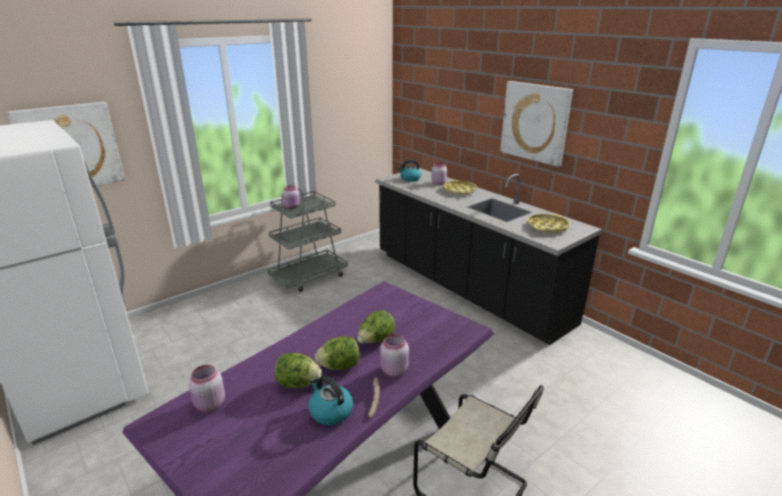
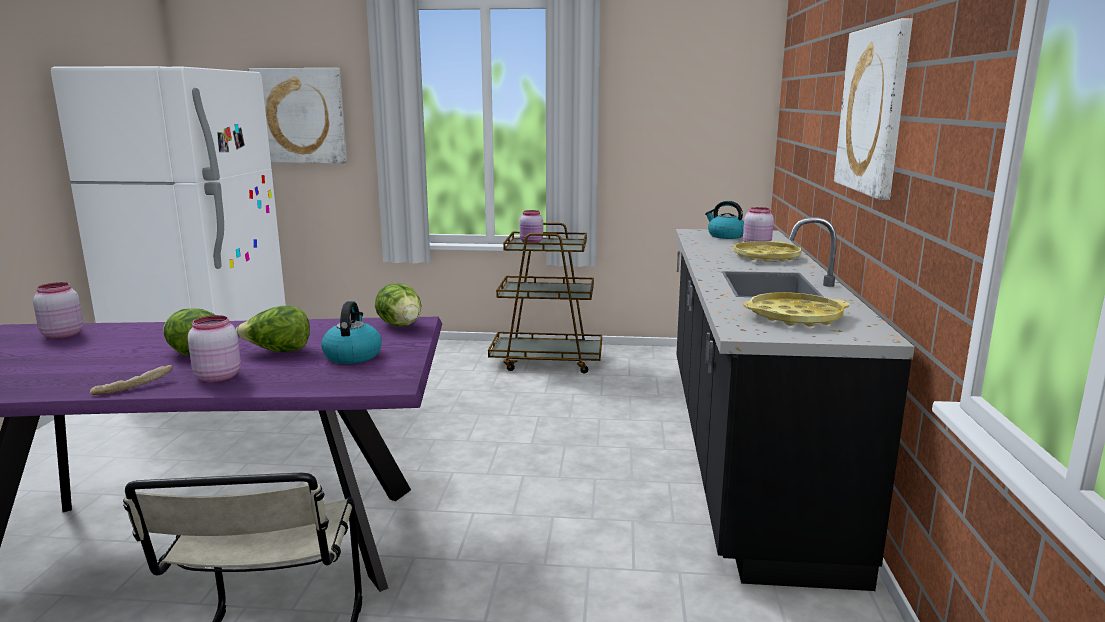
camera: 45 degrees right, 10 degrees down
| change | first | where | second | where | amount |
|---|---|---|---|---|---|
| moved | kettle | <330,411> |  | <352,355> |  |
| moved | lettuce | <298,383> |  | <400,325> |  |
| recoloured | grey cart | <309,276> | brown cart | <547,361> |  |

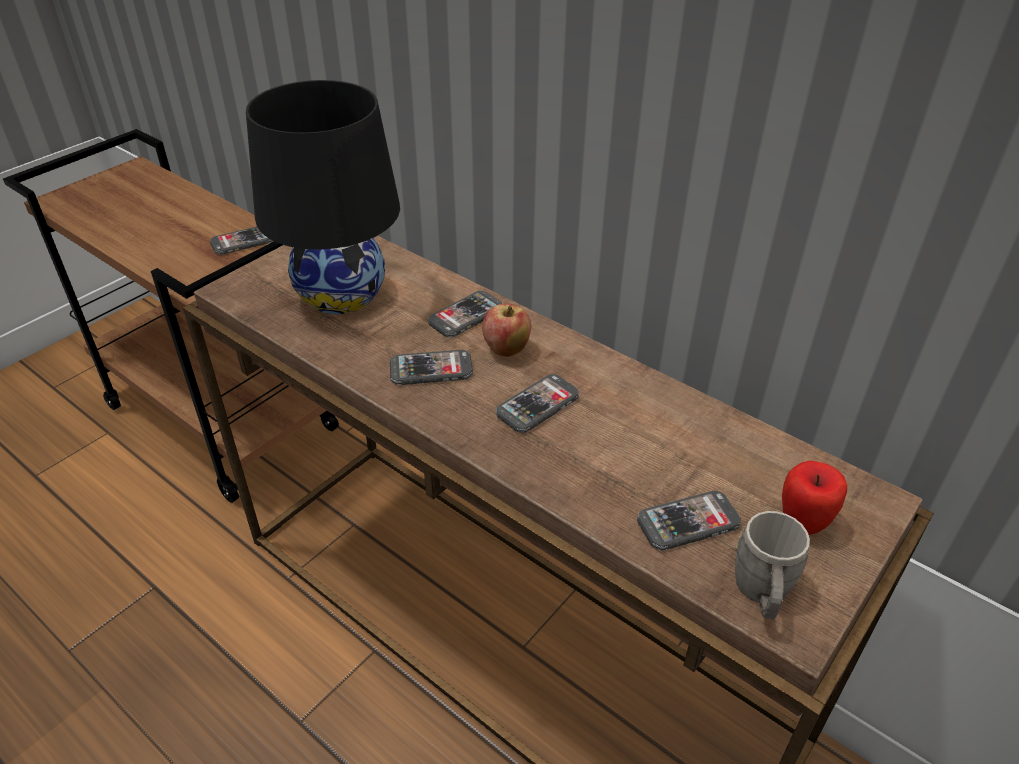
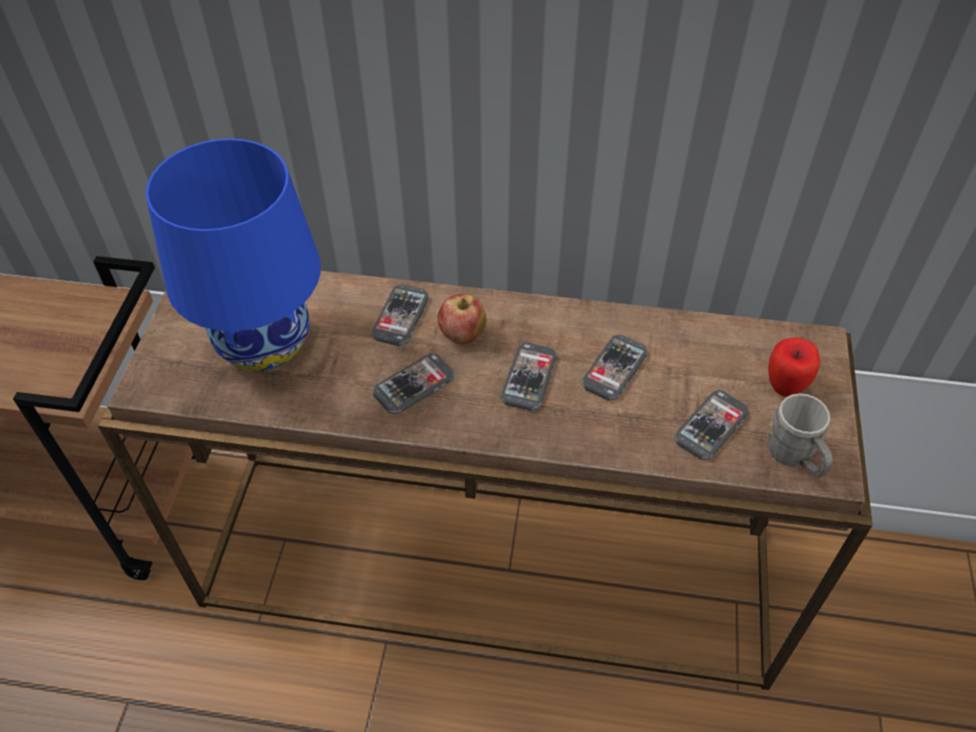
camera: 30 degrees left, 10 degrees up
| change | first | where | second | where | amount |
|---|---|---|---|---|---|
| recoloured | black table lamp | <341,294> | blue table lamp | <264,343> |  |
| moved | phone | <243,242> |  | <614,369> |  |

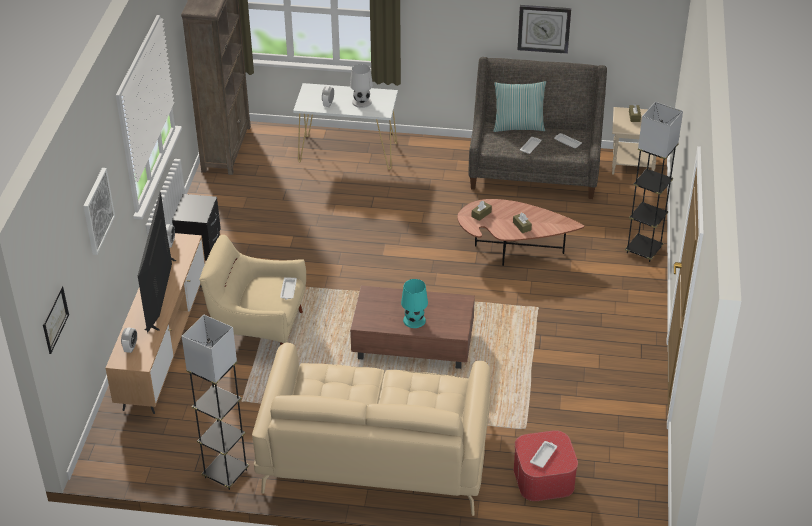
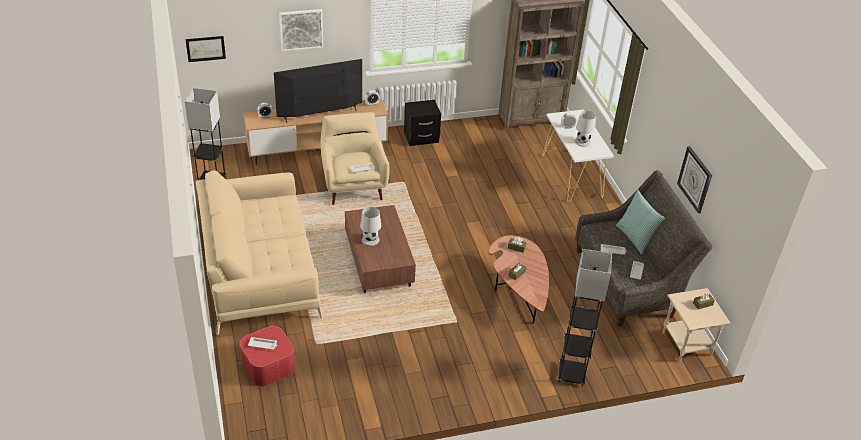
camera: 65 degrees right, 0 degrees up
| change | first | where | second | where | amount |
|---|---|---|---|---|---|
| recoloured | turquoise table lamp | <414,320> | white table lamp | <370,239> |  |

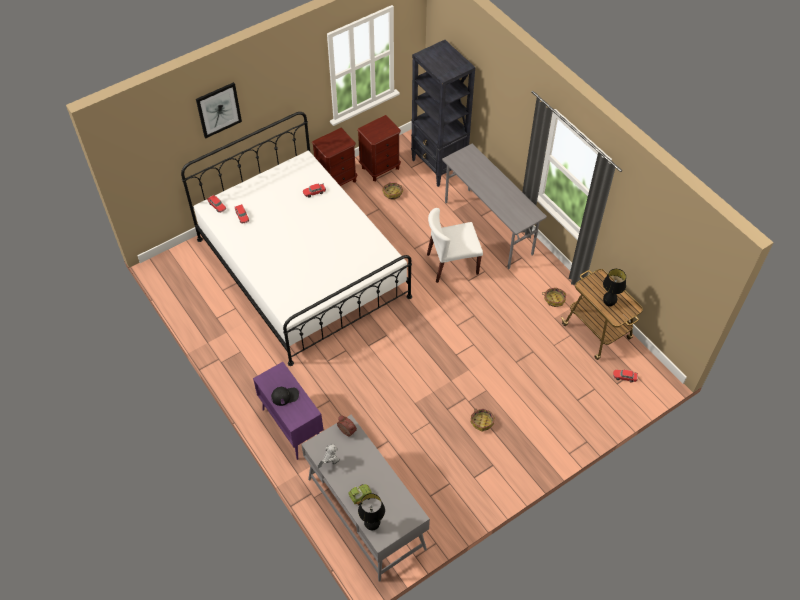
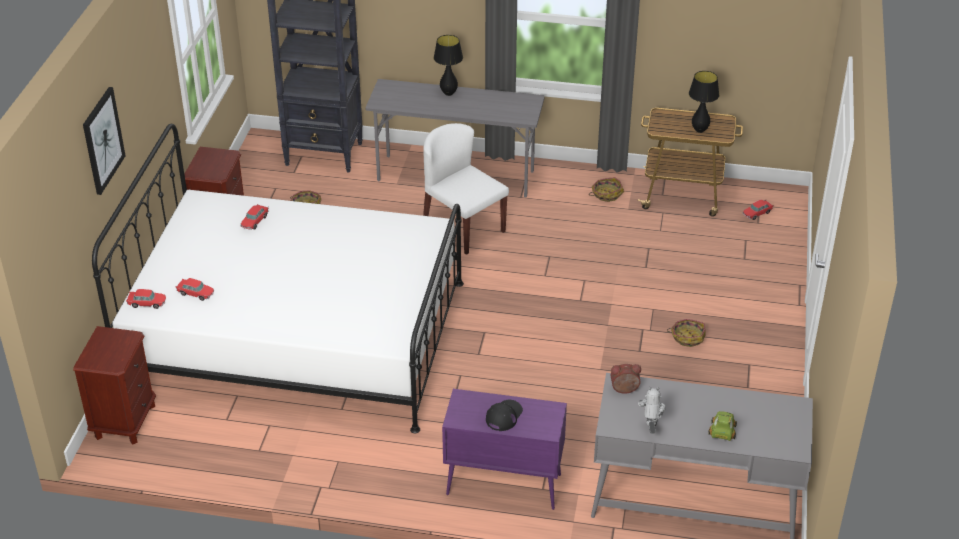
camera: 45 degrees left, 15 degrees down
| change | first | where | second | where | amount |
|---|---|---|---|---|---|
| moved | brown nightstand | <380,168> |  | <125,421> |  |
| turned | white chair | <452,264> |  | <463,228> | 105 degrees clockwise |
| moved | black table lamp | <372,525> |  | <448,93> |  |

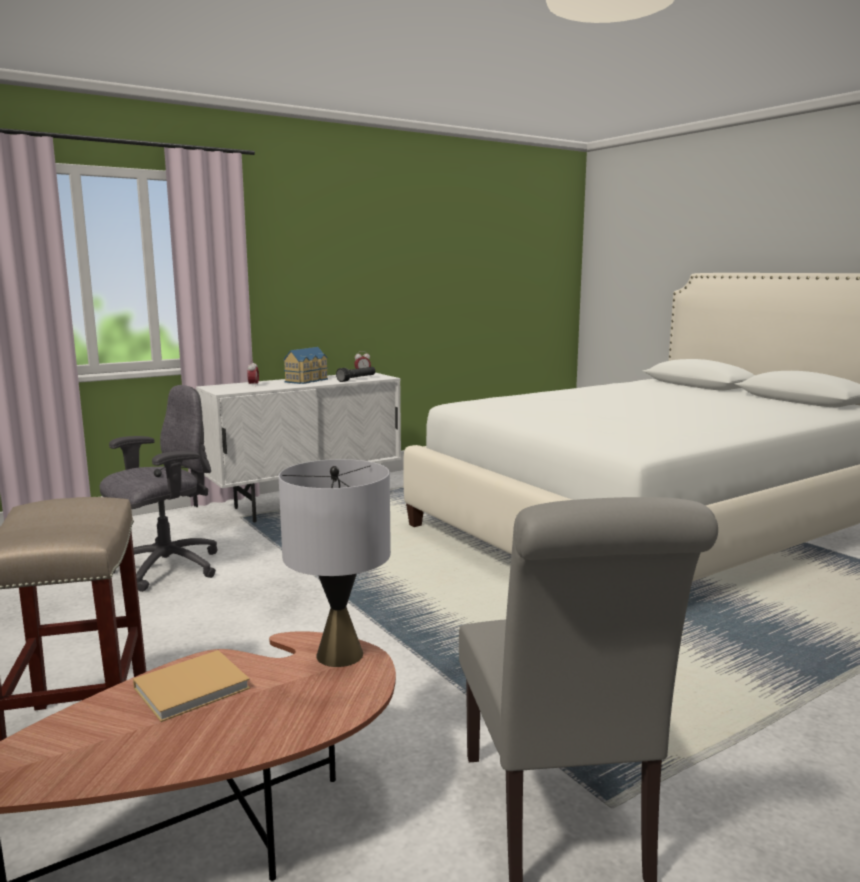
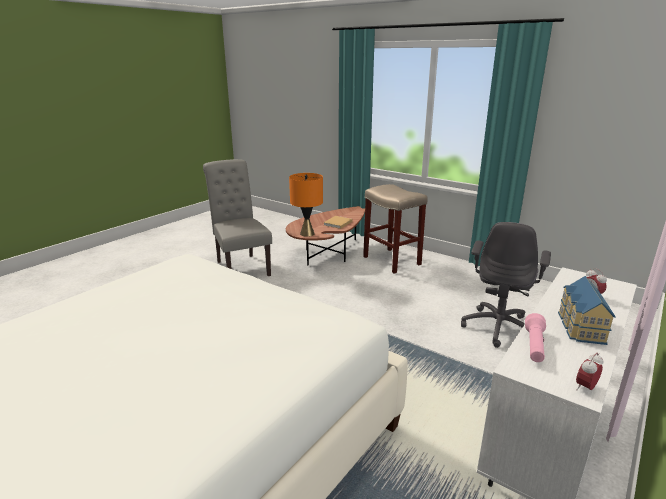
camera: 160 degrees right, 10 degrees up
| change | first | where | second | where | amount |
|---|---|---|---|---|---|
| recoloured | grey table lamp | <340,655> | orange table lamp | <307,233> |  |
| recoloured | black flashlight | <357,379> | pink flashlight | <534,346> |  |

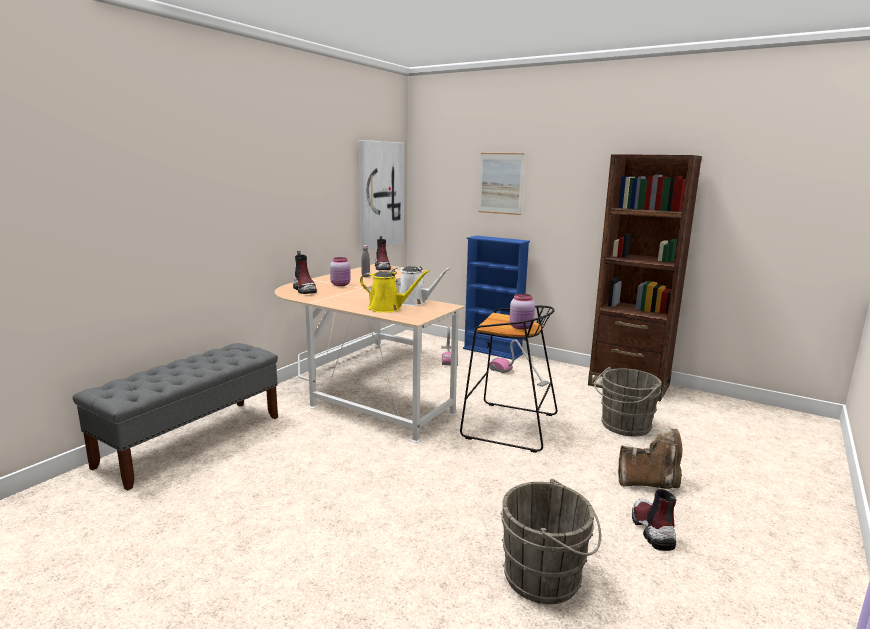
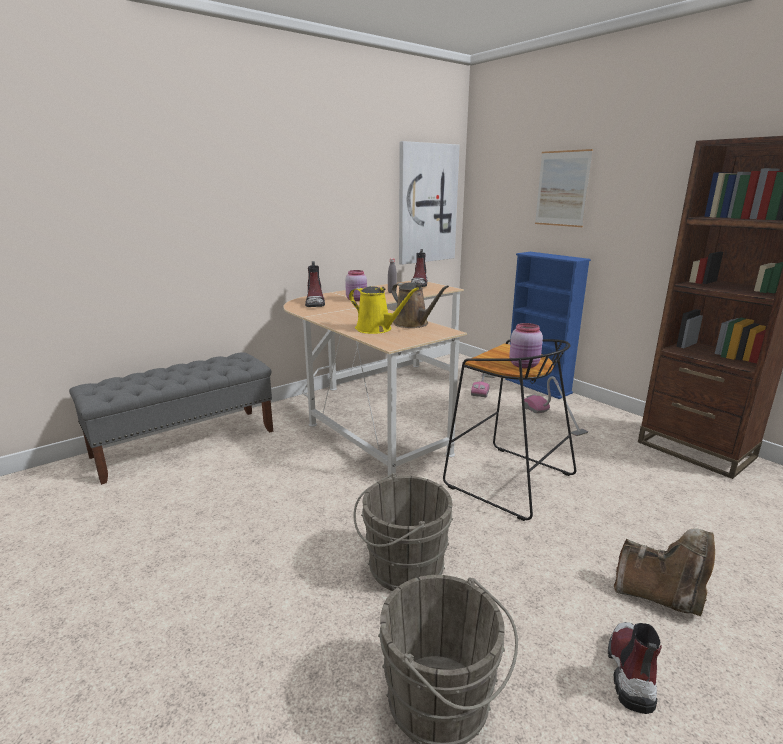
camera: 20 degrees right, 5 degrees up
| change | first | where | second | where | amount |
|---|---|---|---|---|---|
| moved | grey bucket | <623,426> |  | <401,568> |  |
| recoloured | white watering can | <414,302> | brown watering can | <413,324> |  |

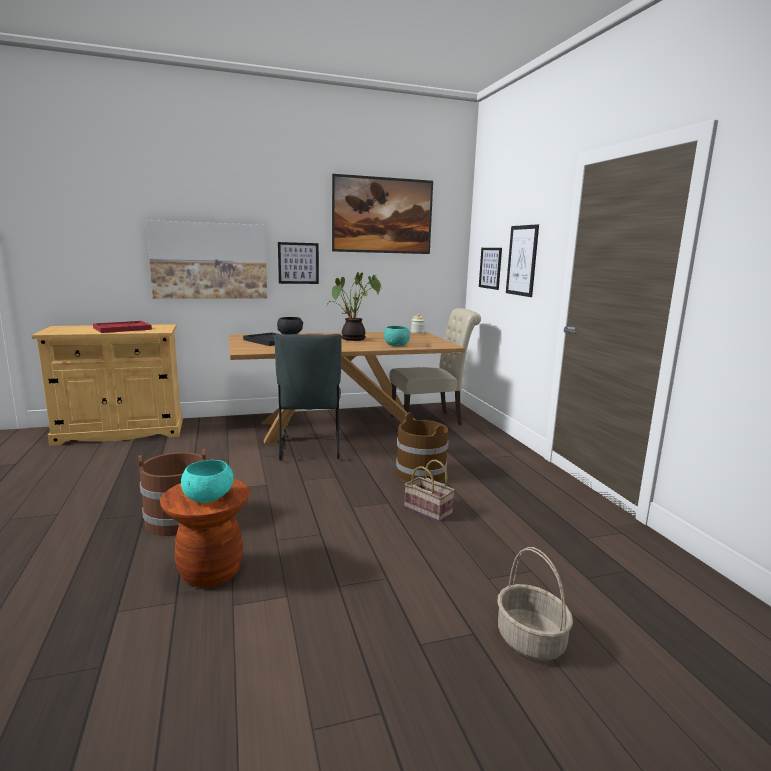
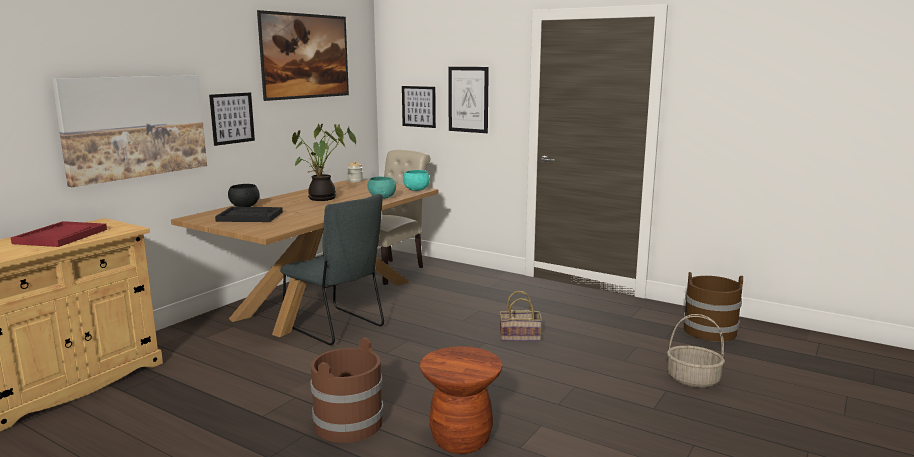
camera: 40 degrees left, 0 degrees up
| change | first | where | second | where | amount |
|---|---|---|---|---|---|
| moved | turquoise bowl | <209,498> |  | <416,190> |  |
| moved | brown bucket | <421,474> |  | <710,331> |  |

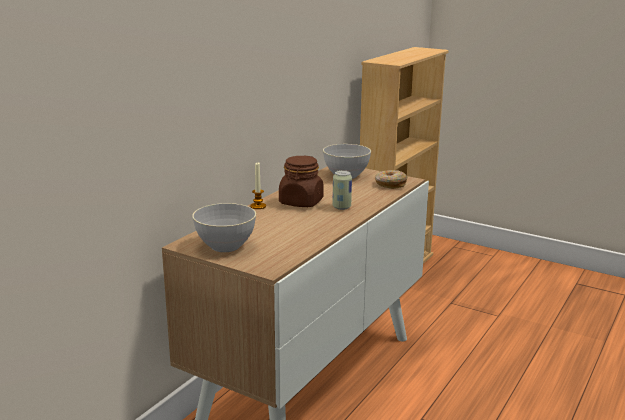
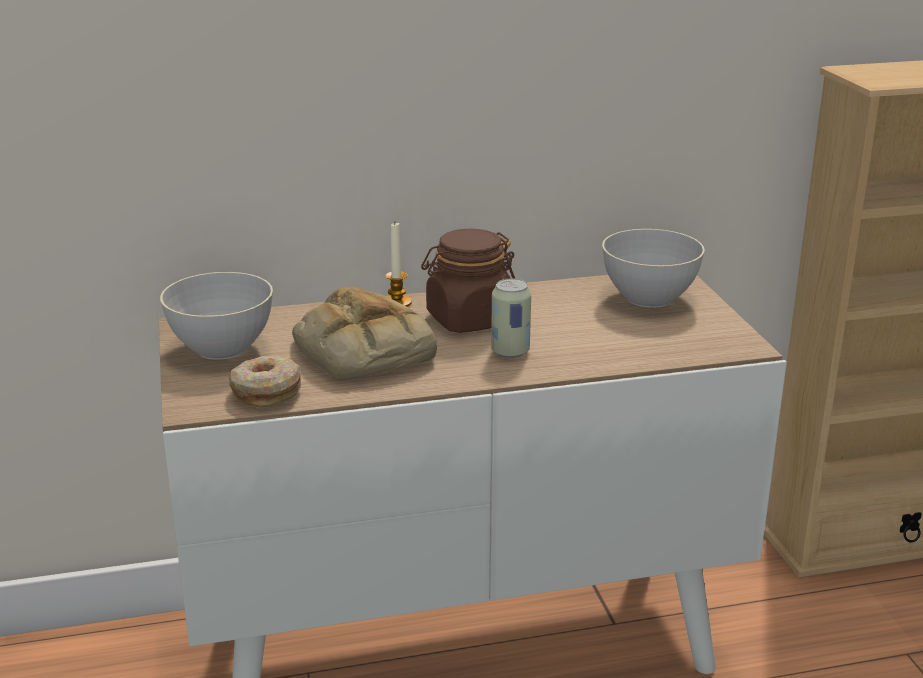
camera: 45 degrees right, 5 degrees up
| change | first | where | second | where | amount |
|---|---|---|---|---|---|
| moved | donut | <390,184> |  | <266,392> |  |
| added |  |  | bread | <360,349> |  |

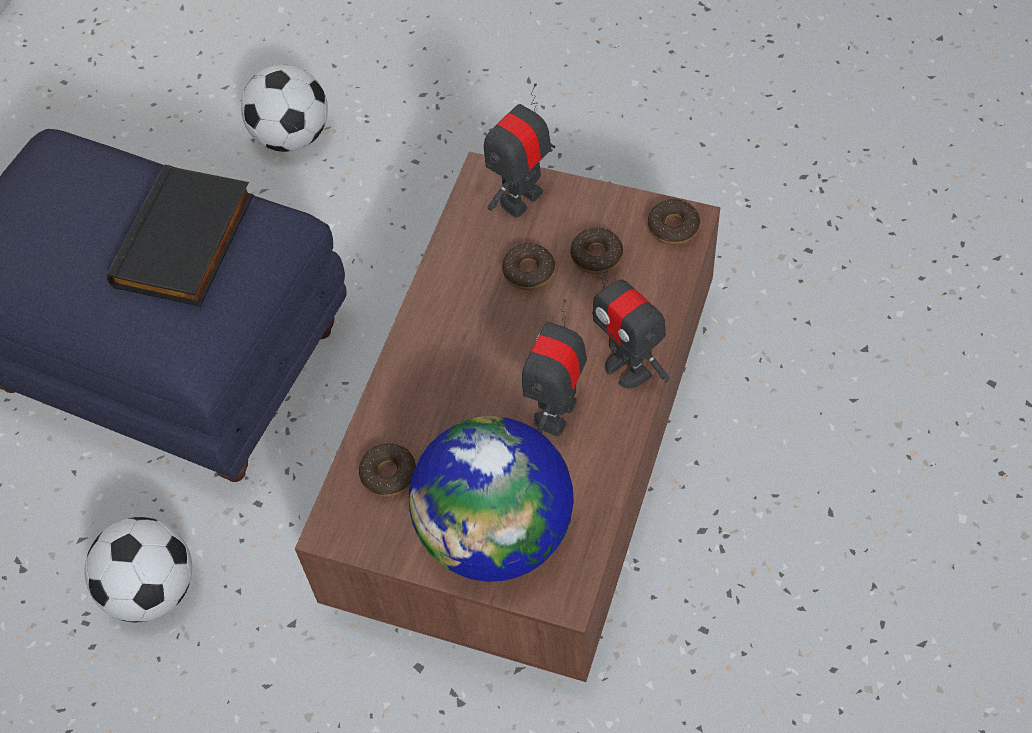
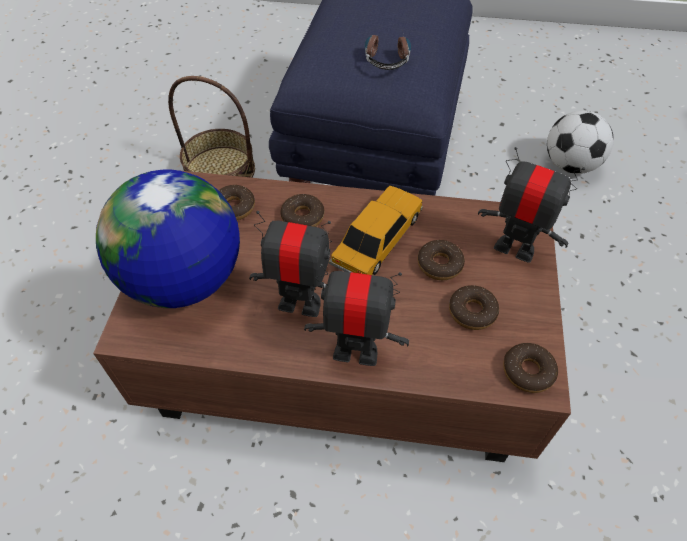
camera: 75 degrees right, 5 degrees down
| change | first | where | second | where | amount |
|---|---|---|---|---|---|
| replaced | football | <152,590> | basket | <220,170> |  |
| added |  |  | donut | <302,217> |  |
| turned | toy robot | <628,368> |  | <356,352> | 60 degrees clockwise |
| added |  |  | toy car | <377,240> |  |
| replaced | black book | <187,242> | headphones | <387,56> |  |

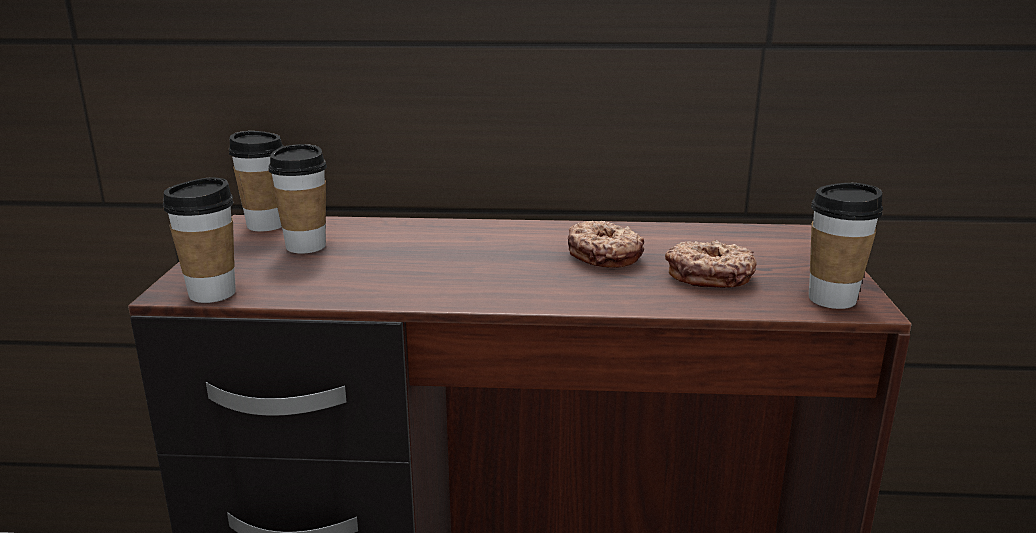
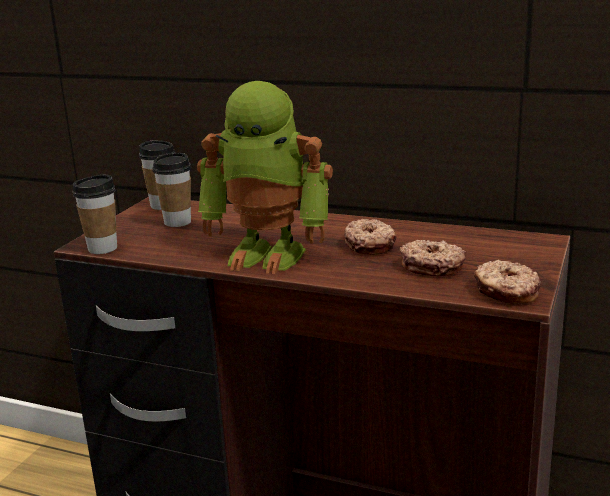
camera: 20 degrees right, 0 degrees up
| change | first | where | second | where | amount |
|---|---|---|---|---|---|
| added |  |  | toy robot | <269,253> |  |
| replaced | cup | <832,299> | donut | <506,292> |  |

